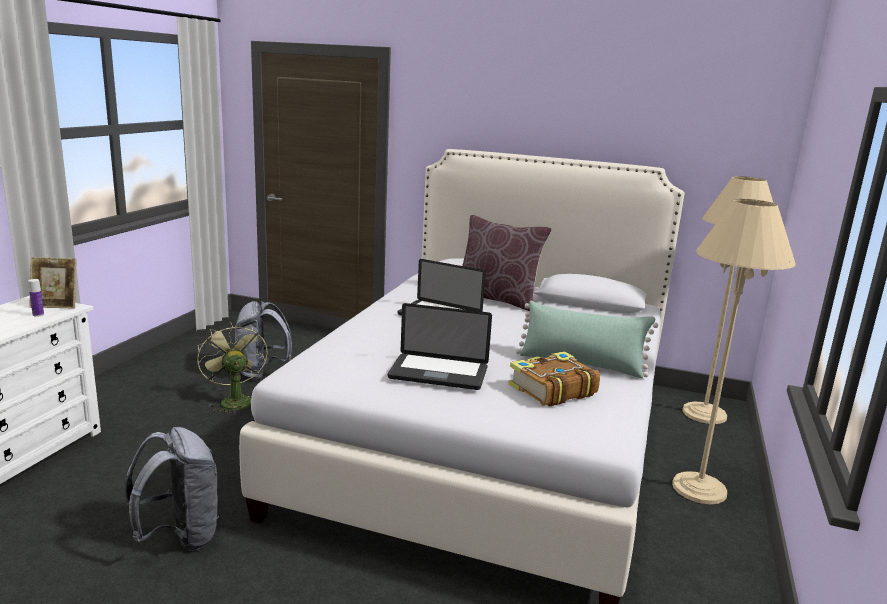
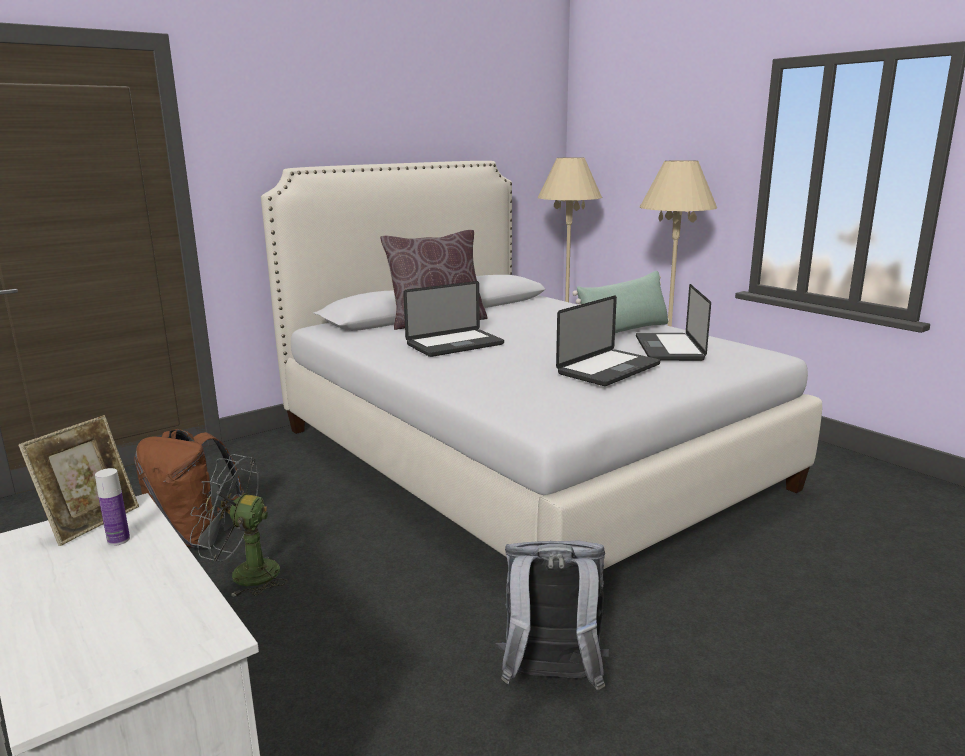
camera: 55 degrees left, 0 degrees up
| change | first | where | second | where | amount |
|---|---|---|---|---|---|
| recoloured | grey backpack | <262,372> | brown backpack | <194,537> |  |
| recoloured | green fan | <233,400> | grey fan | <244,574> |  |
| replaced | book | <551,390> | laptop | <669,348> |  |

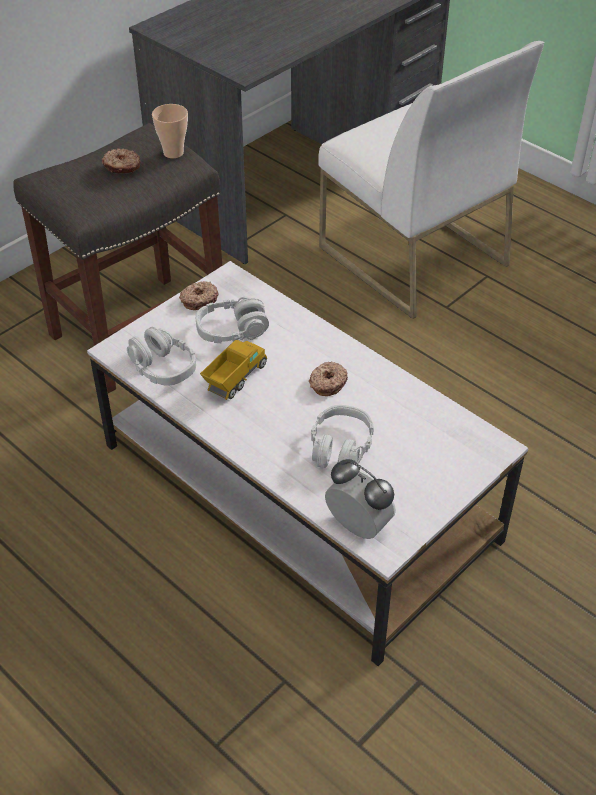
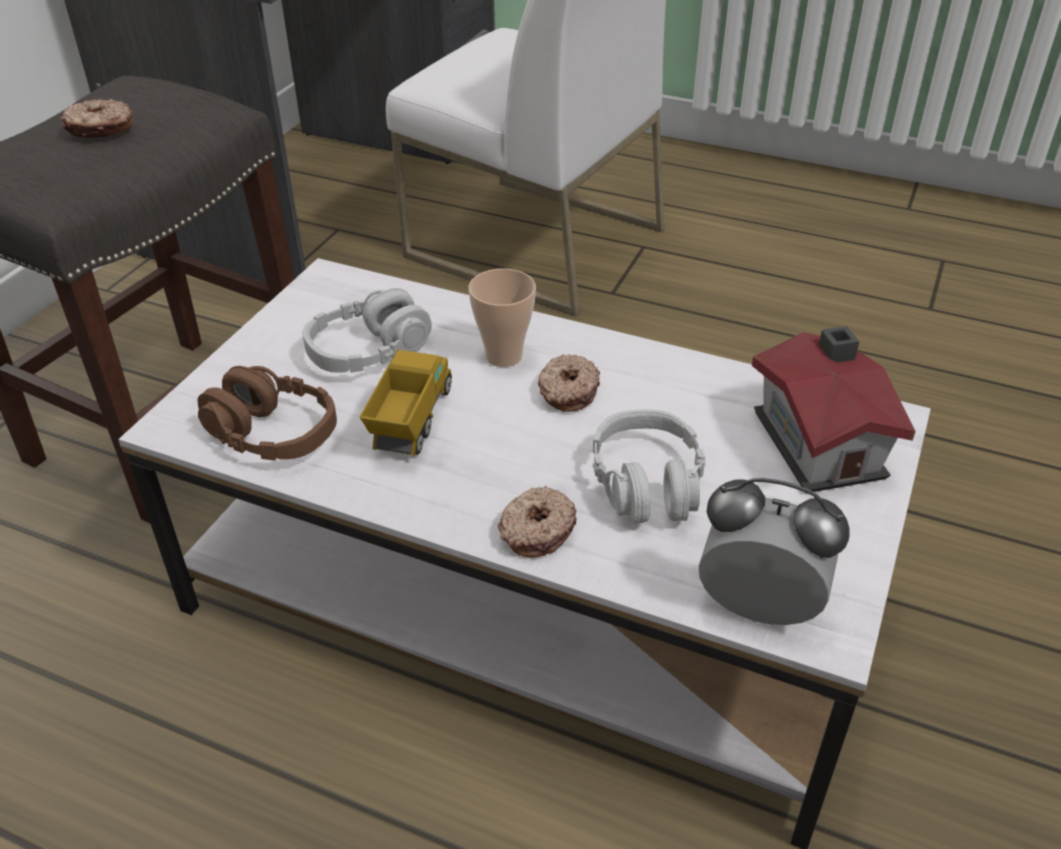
camera: 20 degrees left, 5 degrees down
| change | first | where | second | where | amount |
|---|---|---|---|---|---|
| recoloured | grey headphones | <162,367> | brown headphones | <272,433> |  |
| moved | cup | <173,153> |  | <504,356> |  |
| moved | donut | <199,300> |  | <536,530> |  |
| added |  |  | toy house | <820,442> |  |

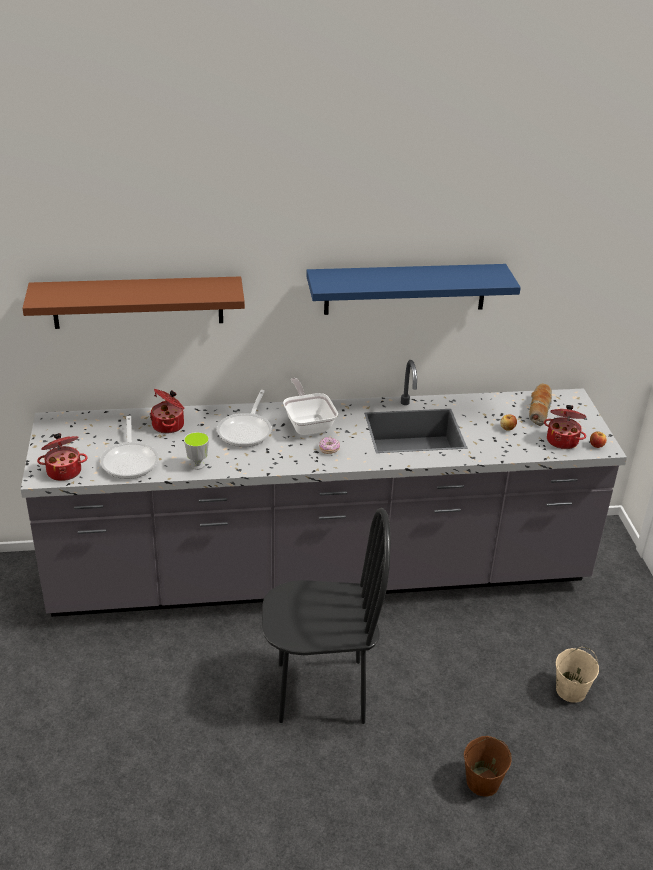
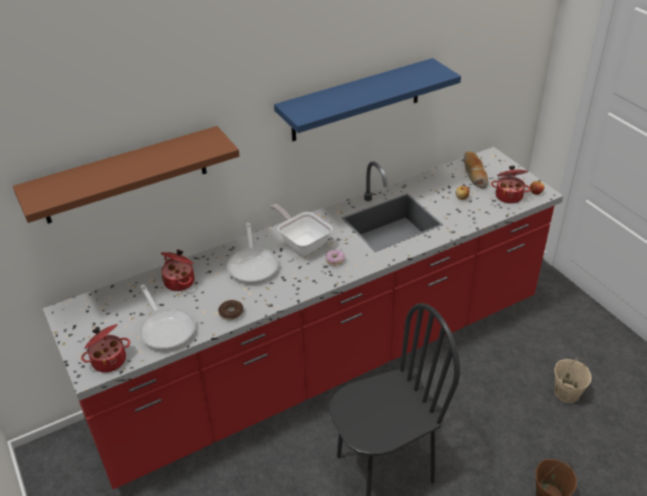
camera: 20 degrees left, 5 degrees up
| change | first | where | second | where | amount |
|---|---|---|---|---|---|
| recoloured | grey counter | <321,574> | red counter | <326,363> |  |
| replaced | cup | <197,465> | donut | <231,313> |  |

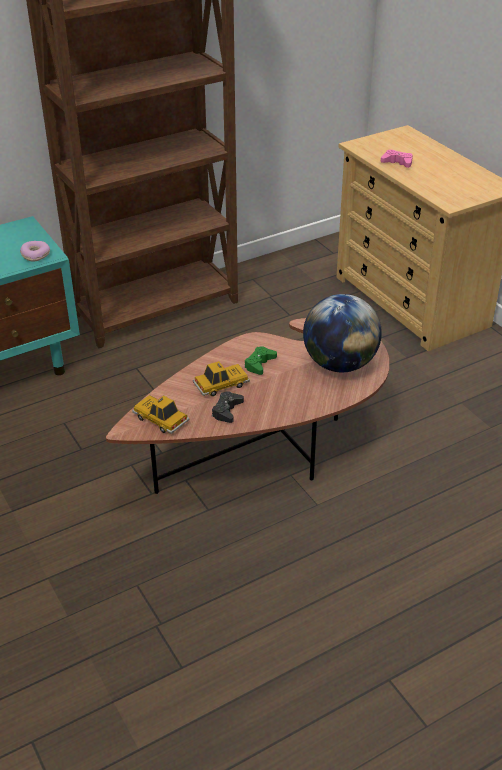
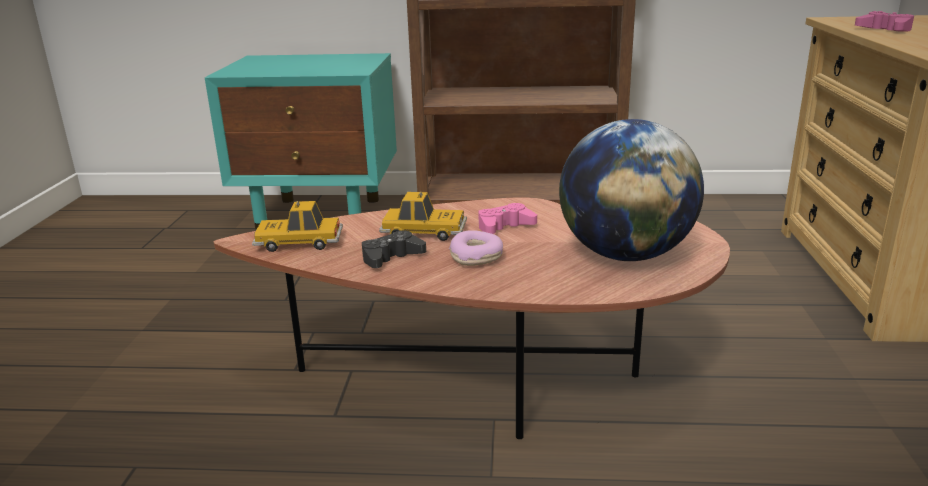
camera: 35 degrees right, 15 degrees down
| change | first | where | second | where | amount |
|---|---|---|---|---|---|
| turned | toy car | <160,419> |  | <299,242> | 75 degrees counterclockwise |
| moved | donut | <35,255> |  | <476,257> |  |
| recoloured | green game controller | <259,364> | pink game controller | <504,226> |  |

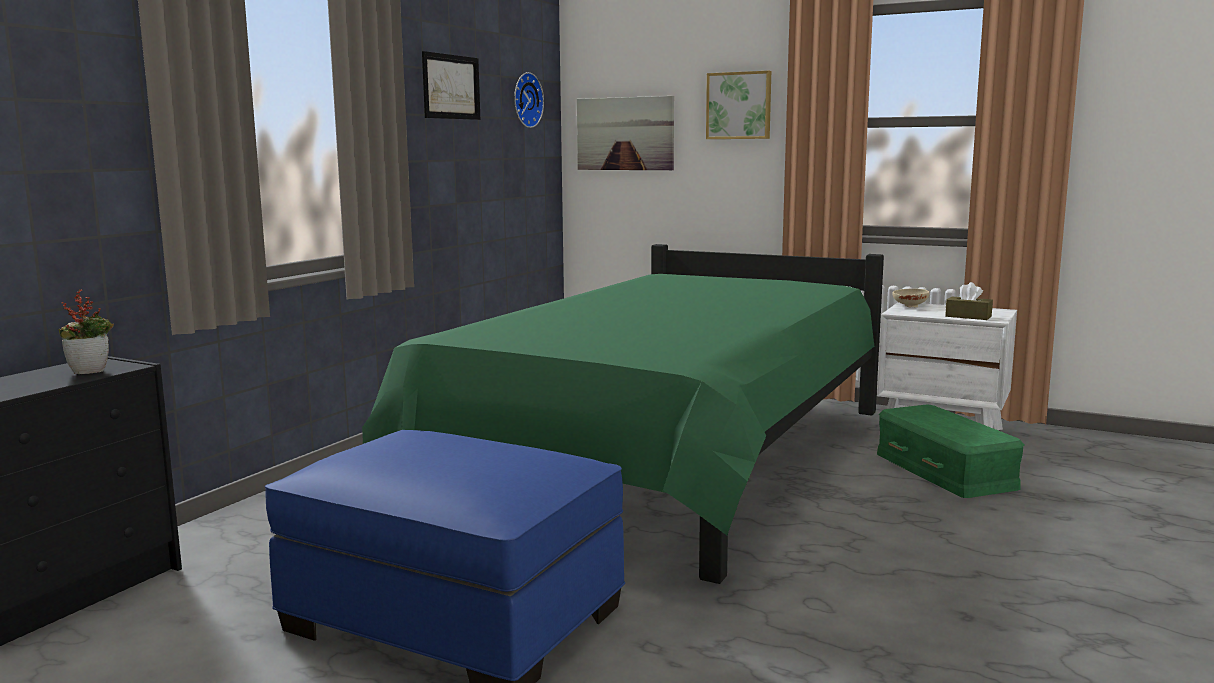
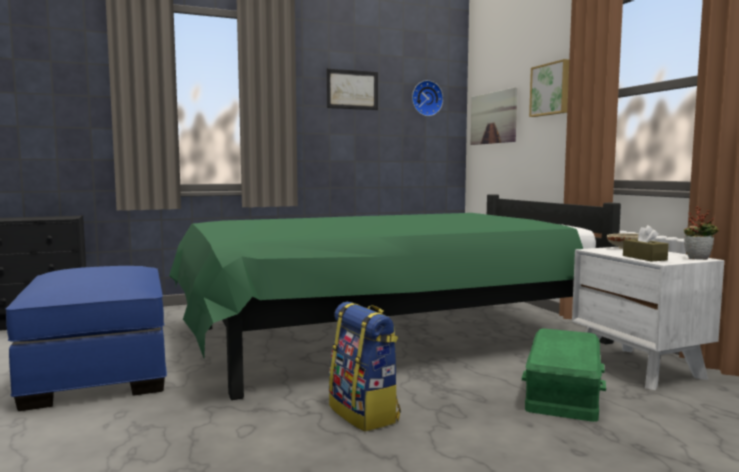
camera: 40 degrees right, 5 degrees down
| change | first | where | second | where | amount |
|---|---|---|---|---|---|
| added |  |  | backpack | <365,413> |  |
| moved | potted plant | <91,371> |  | <698,258> |  |

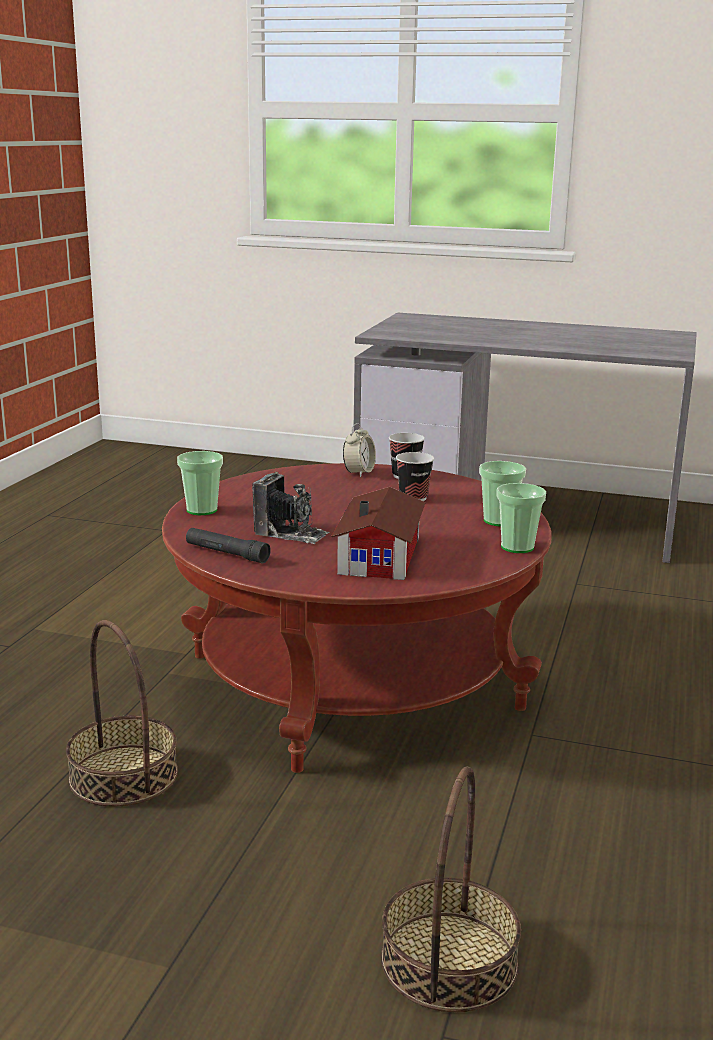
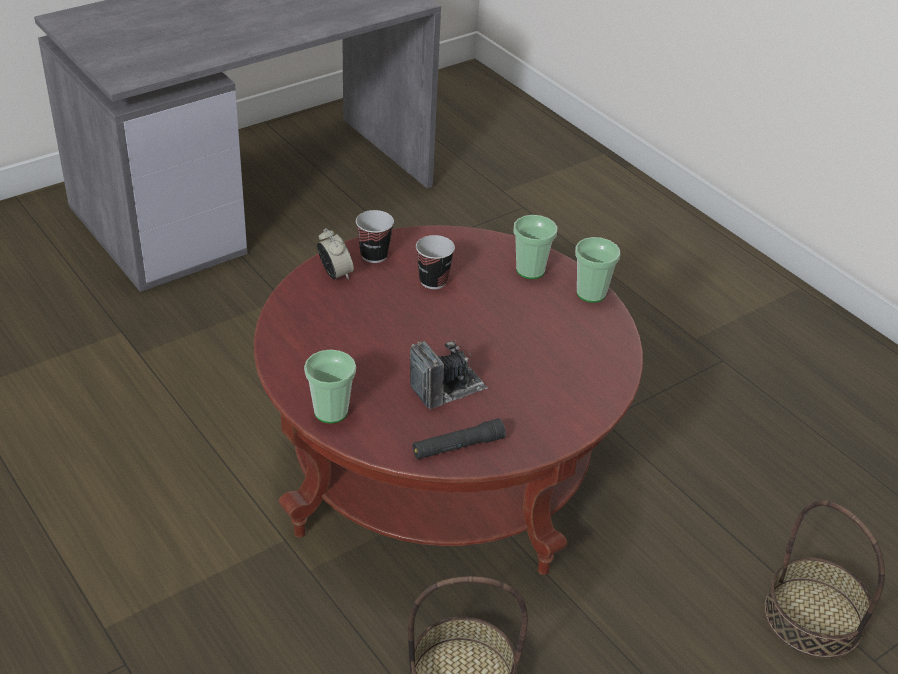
camera: 55 degrees left, 20 degrees up
| change | first | where | second | where | amount |
|---|---|---|---|---|---|
| removed | toy house | <383,554> |  |  |  |

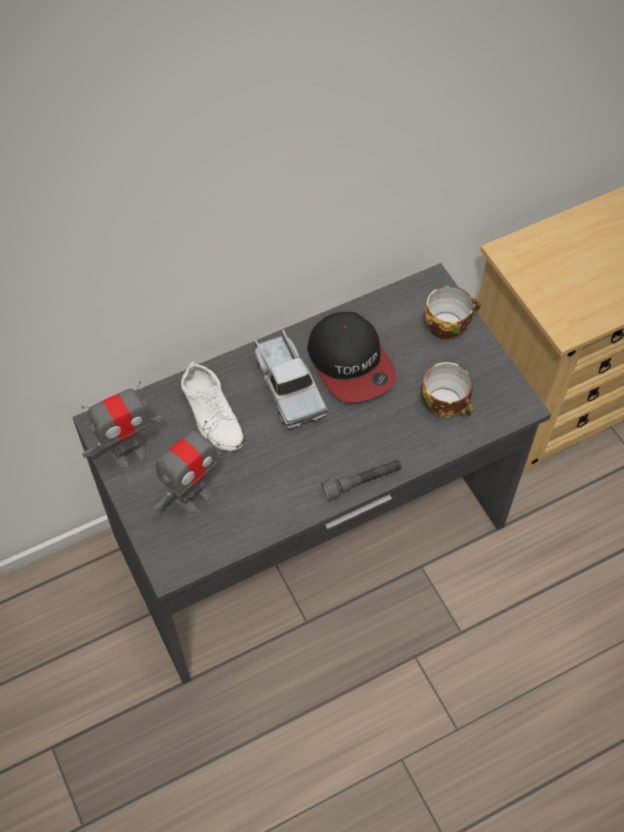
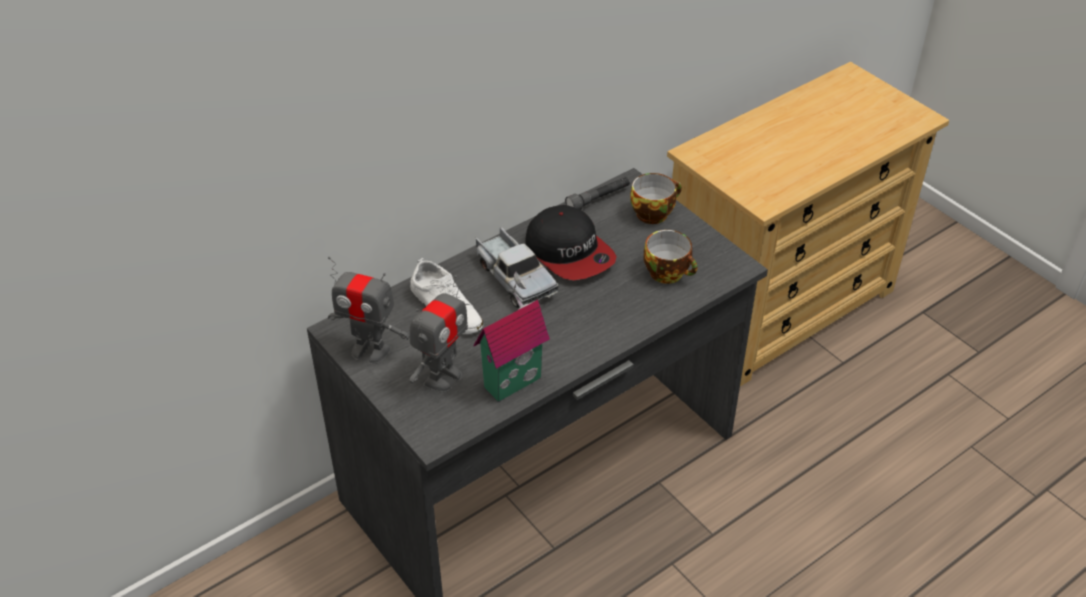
camera: 10 degrees left, 15 degrees down
| change | first | where | second | where | amount |
|---|---|---|---|---|---|
| turned | toy robot | <129,454> |  | <370,350> | 60 degrees clockwise |
| added |  |  | toy house | <510,380> |  |
| moved | grey flashlight | <362,482> |  | <598,199> |  |

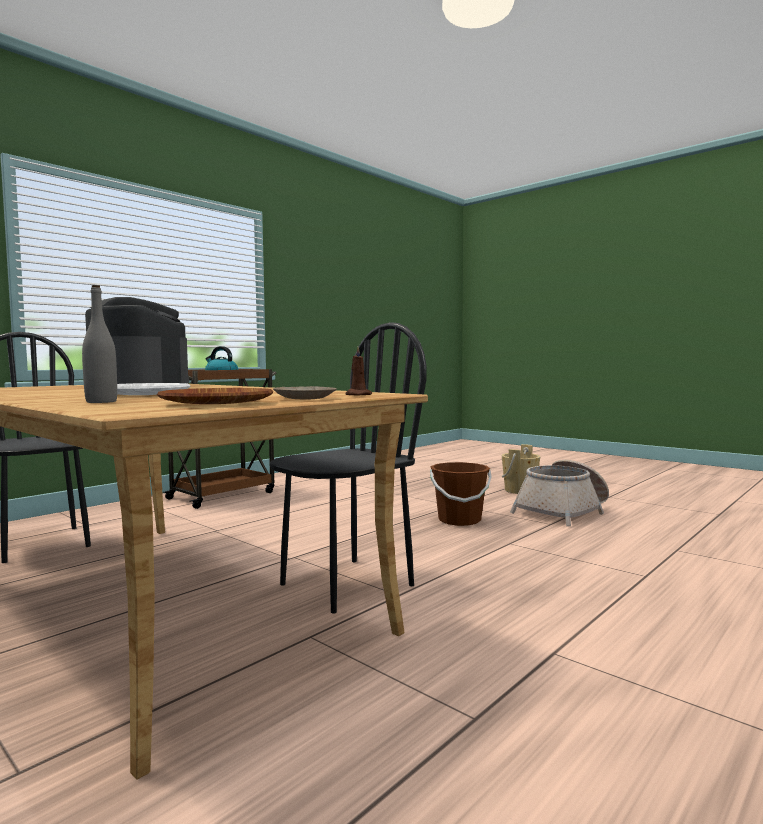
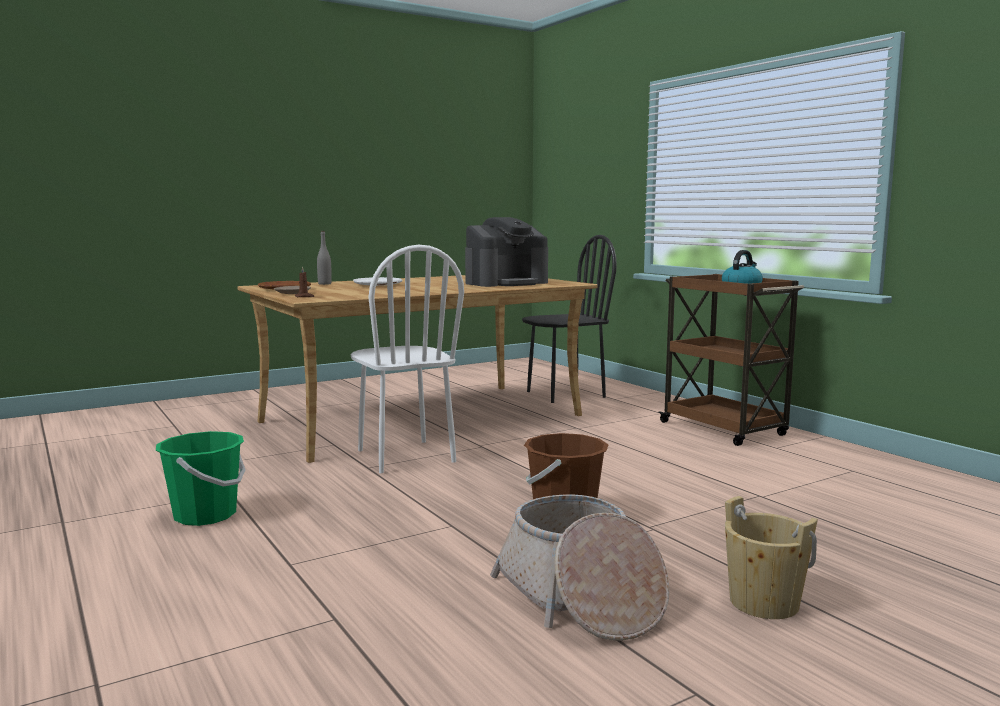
camera: 105 degrees right, 5 degrees up
| change | first | where | second | where | amount |
|---|---|---|---|---|---|
| added |  |  | green bucket | <205,515> |  |
| recoloured | black chair | <346,584> | white chair | <405,456> |  |

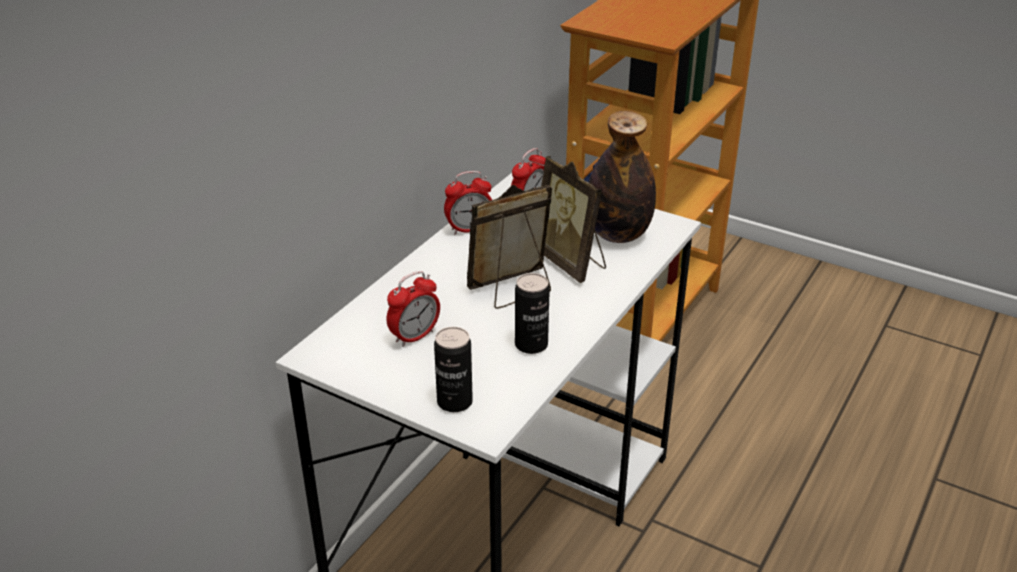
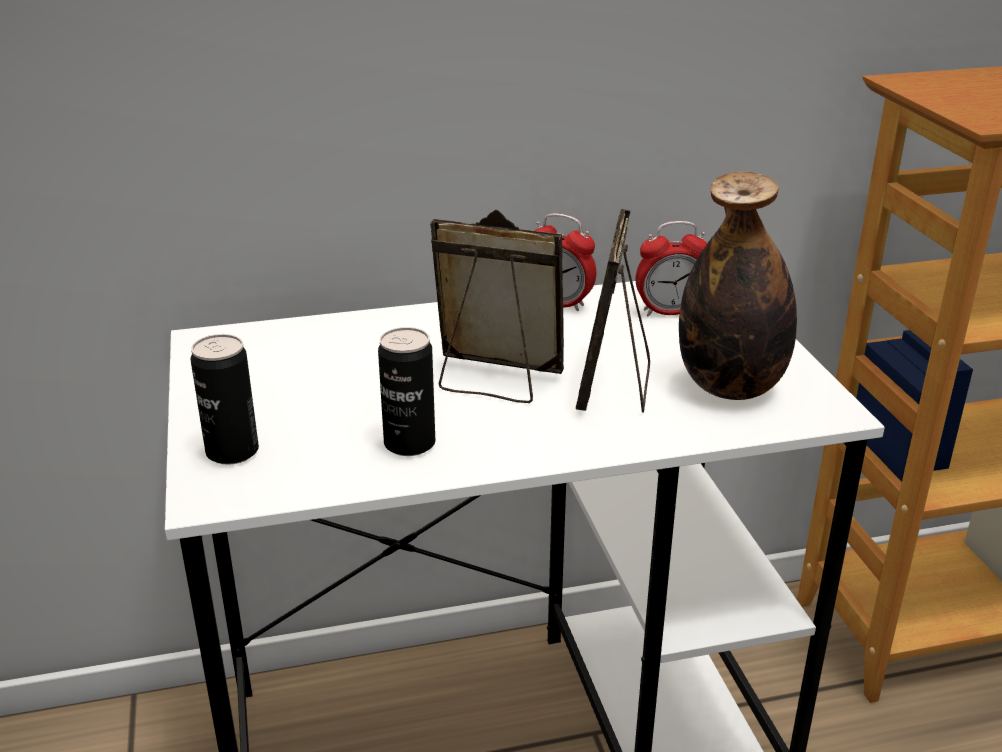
camera: 45 degrees right, 5 degrees down
| change | first | where | second | where | amount |
|---|---|---|---|---|---|
| removed | alarm clock | <414,336> |  |  |  |

